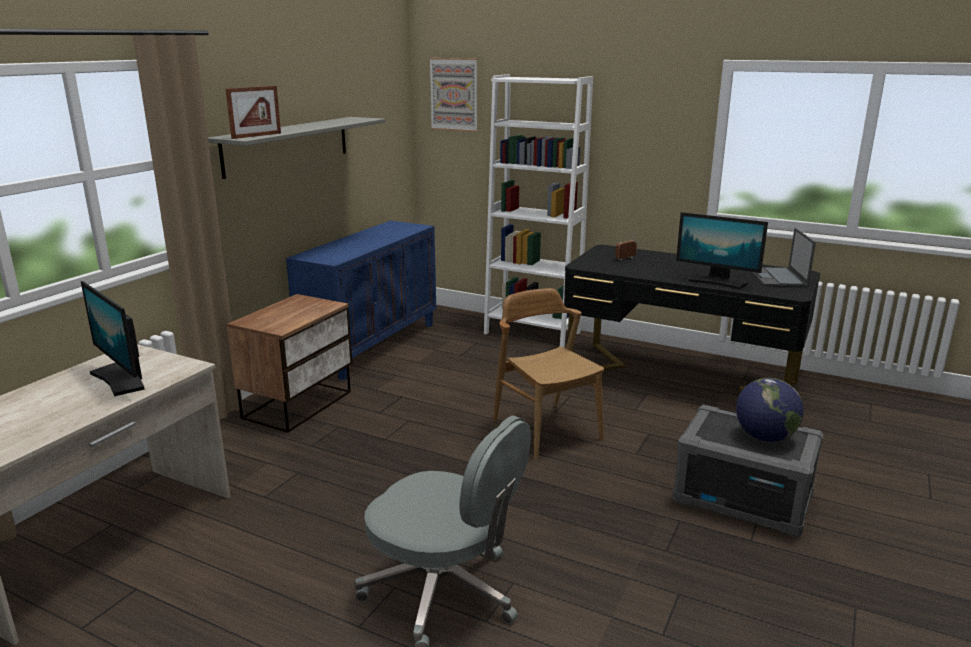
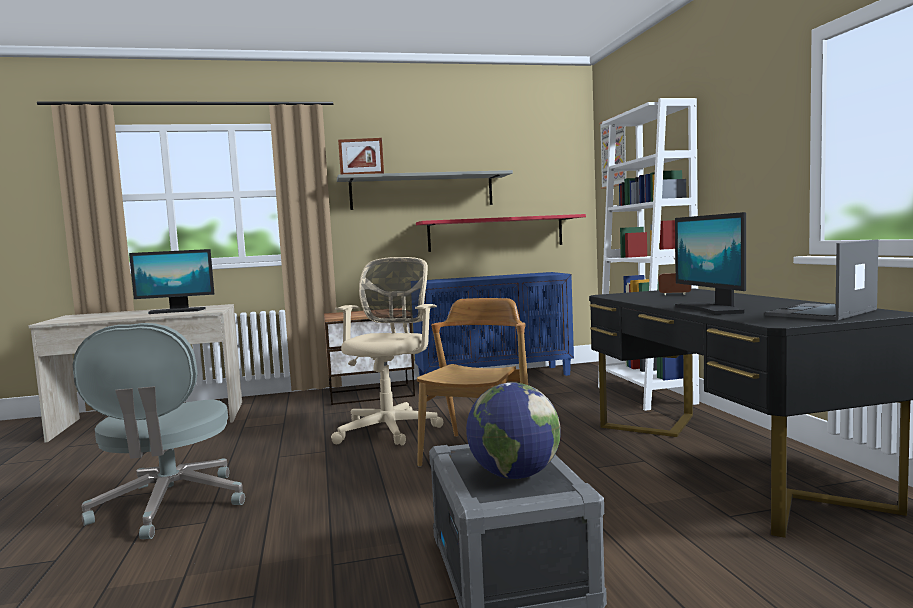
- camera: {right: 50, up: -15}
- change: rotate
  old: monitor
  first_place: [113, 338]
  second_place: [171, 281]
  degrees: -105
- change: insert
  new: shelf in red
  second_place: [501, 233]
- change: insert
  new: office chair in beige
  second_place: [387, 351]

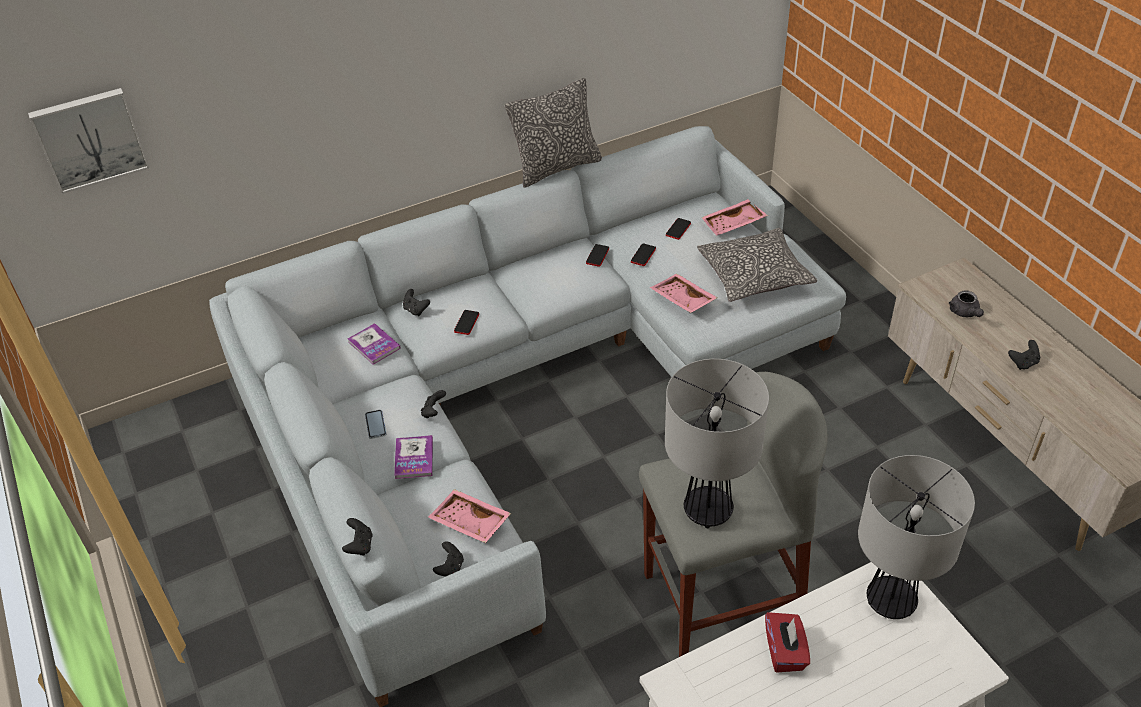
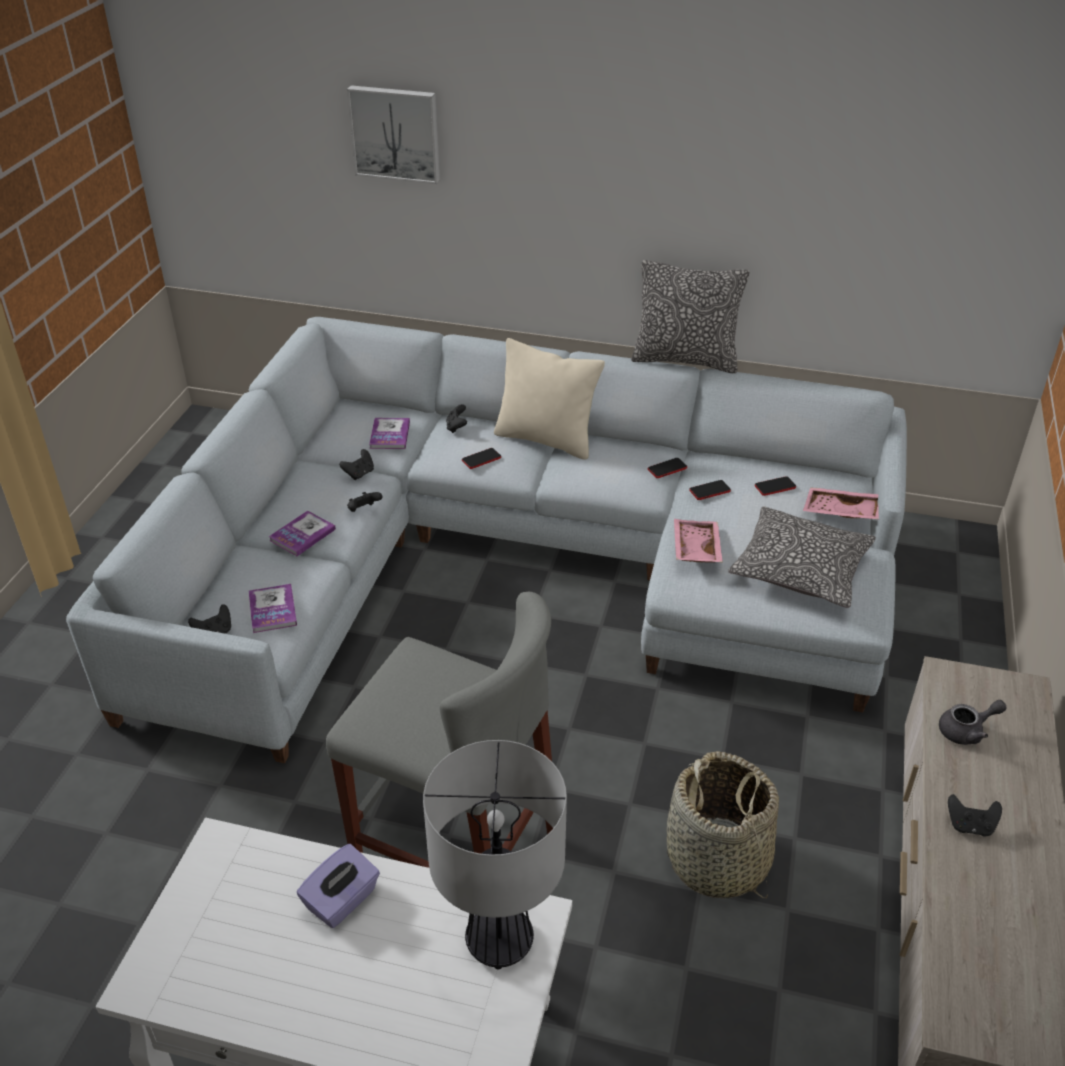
- camera: {right: 40, up: -5}
- change: move
  old: picture
  first_place: [88, 141]
  second_place: [393, 134]
- change: rotate
  old: teapot in grey
  first_place: [966, 304]
  second_place: [973, 722]
  degrees: -135
- change: delete
  old: table lamp
  first_place: [717, 443]
- change: delete
  old: phone
  first_place: [375, 424]
- change: replace
  old: tray in pink
  new: book
  first_place: [469, 516]
  second_place: [273, 608]
- change: move
  old: game controller in black
  first_place: [357, 537]
  second_place: [356, 464]
- change: recolor
  old: tissue box in red
  new: tissue box in purple
  first_place: [787, 642]
  second_place: [338, 886]
- change: insert
  new: pillow in beige
  second_place: [549, 398]
- change: insert
  new: basket
  second_place: [723, 825]

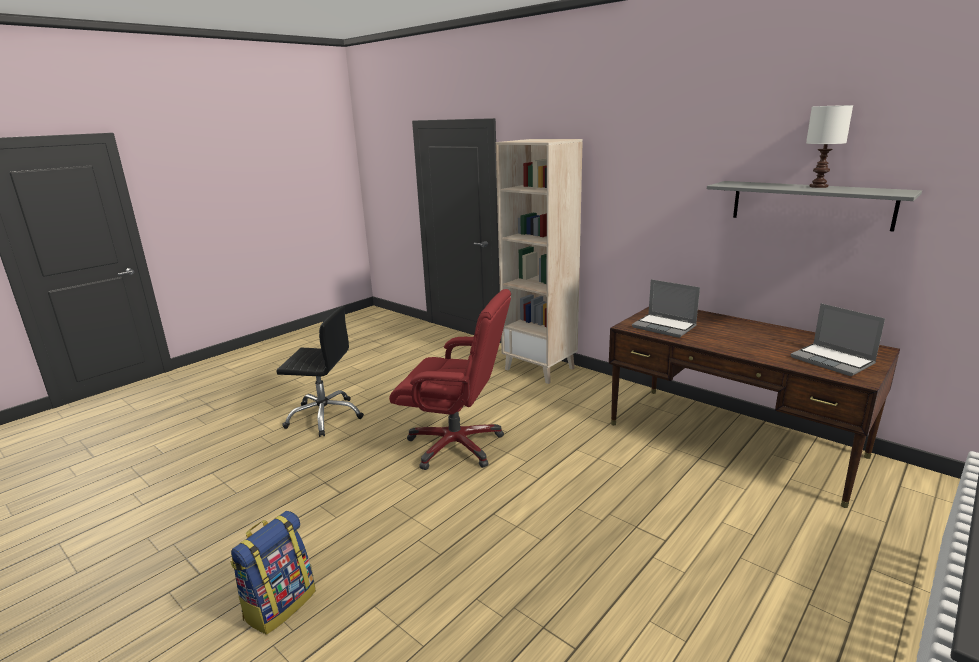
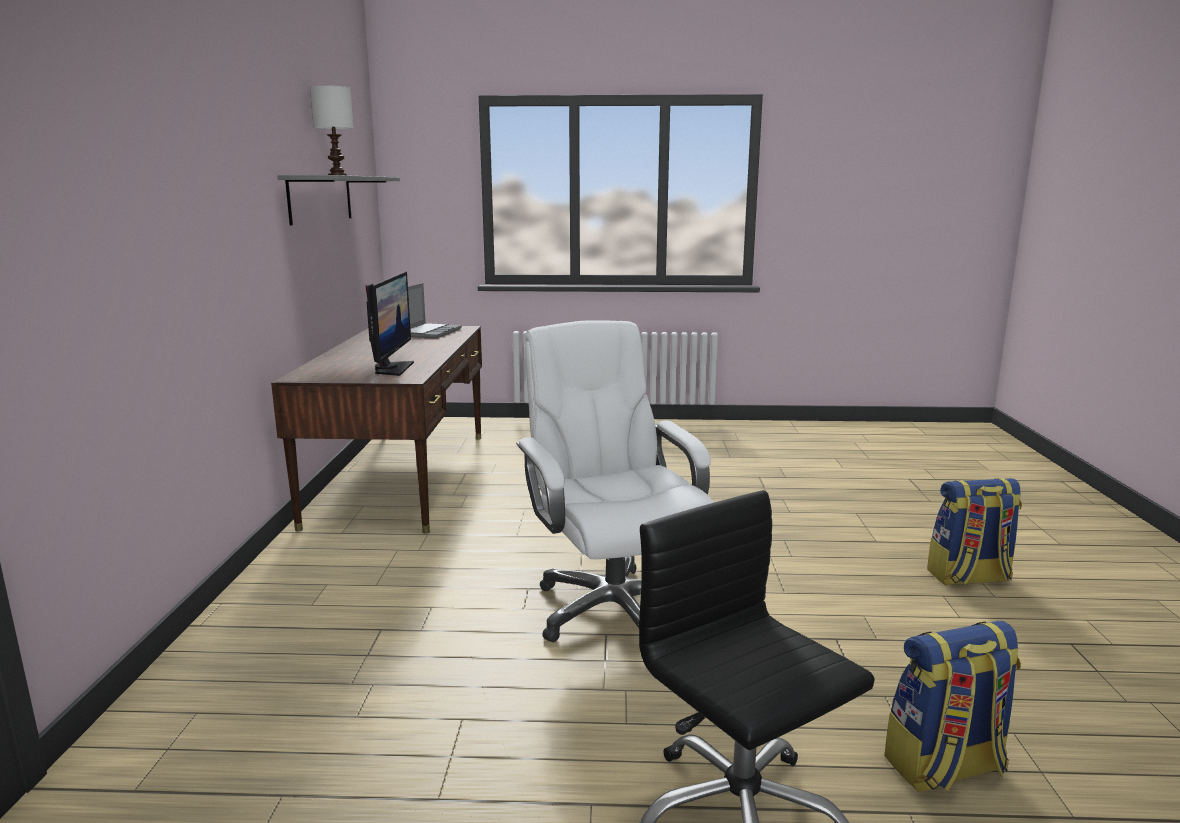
- camera: {right: -130, up: -5}
- change: delete
  old: bookcase in beige
  first_place: [539, 261]
- change: replace
  old: laptop
  new: monitor
  first_place: [666, 308]
  second_place: [389, 324]
- change: recolor
  old: office chair in red
  new: office chair in white
  first_place: [450, 379]
  second_place: [615, 481]
- change: insert
  new: backpack
  second_place: [953, 706]

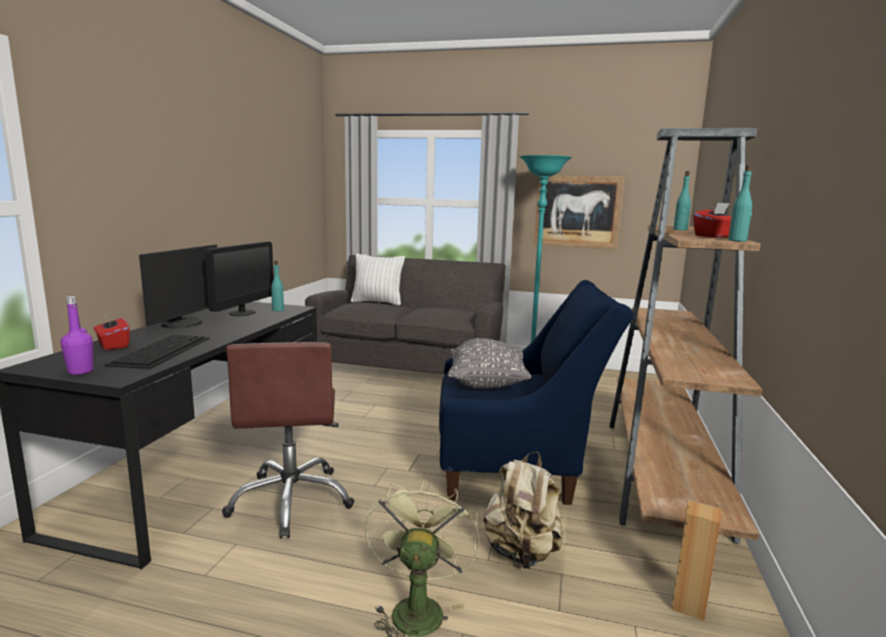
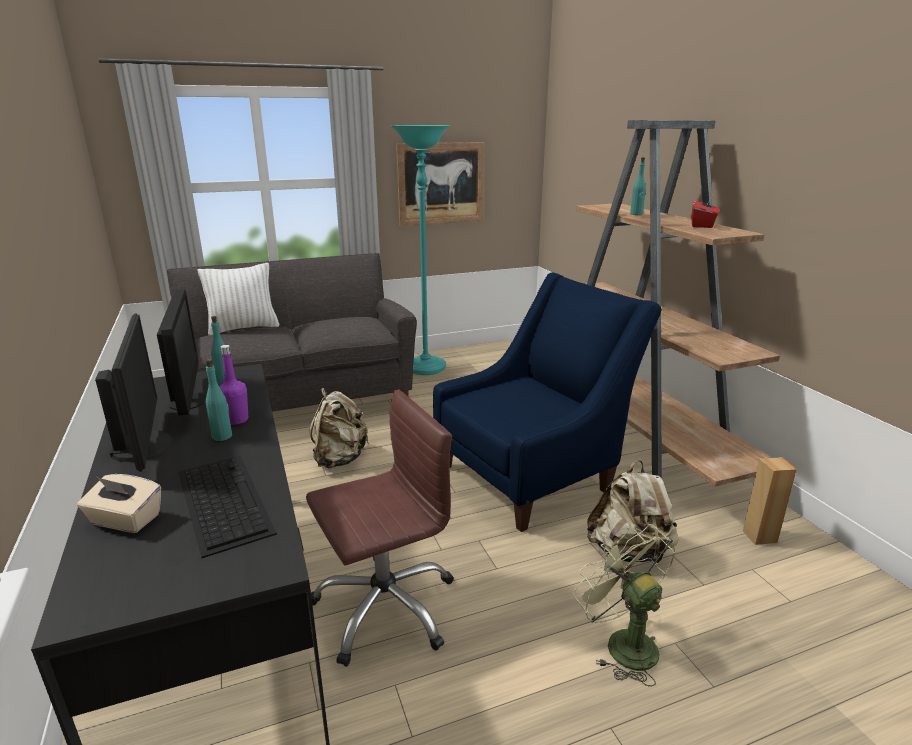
- camera: {right: -35, up: 10}
- change: move
  old: bottle in turquoise
  first_place: [740, 203]
  second_place: [219, 400]
- change: move
  old: bottle in purple
  first_place: [76, 335]
  second_place: [233, 385]
- change: recolor
  old: tissue box in red
  new: tissue box in beige
  first_place: [112, 331]
  second_place: [119, 503]
- change: delete
  old: pillow in grey
  first_place: [489, 363]
- change: rotate
  old: office chair in brown
  first_place: [288, 440]
  second_place: [380, 528]
  degrees: -75
- change: insert
  new: backpack in beige
  second_place: [339, 428]

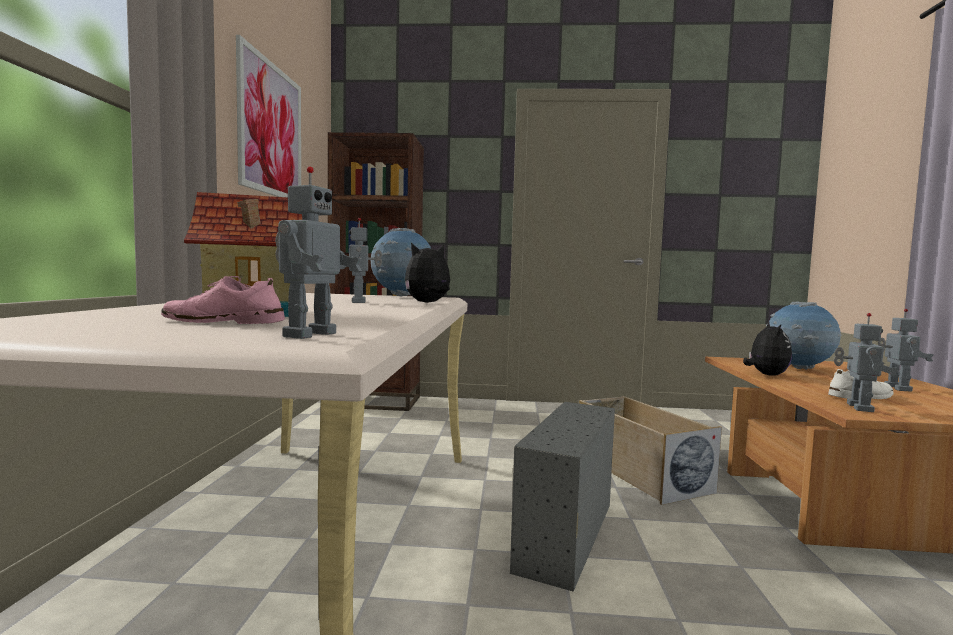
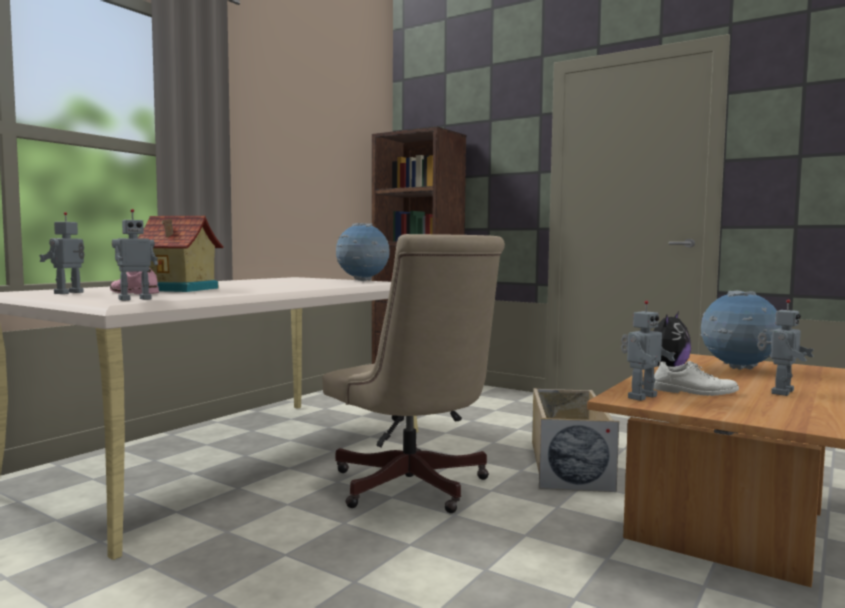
- camera: {right: 30, up: 0}
- change: delete
  old: picture
  first_place: [268, 116]
- change: move
  old: toy robot
  first_place: [361, 260]
  second_place: [62, 253]
- change: delete
  old: plush toy
  first_place: [427, 273]
- change: replace
  old: storage box in grey
  new: office chair in beige
  first_place: [562, 496]
  second_place: [413, 373]

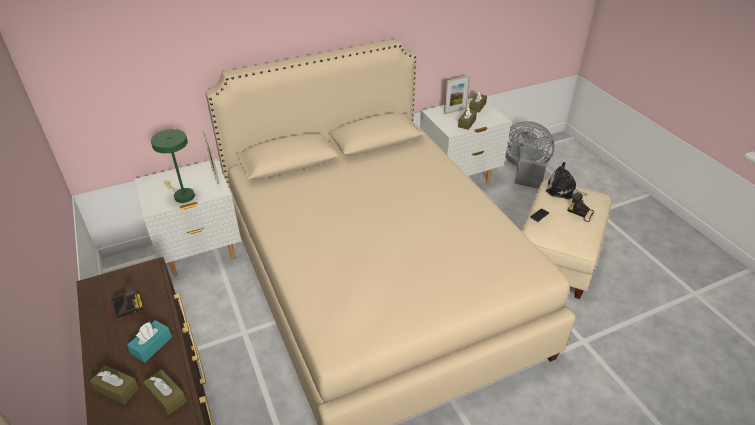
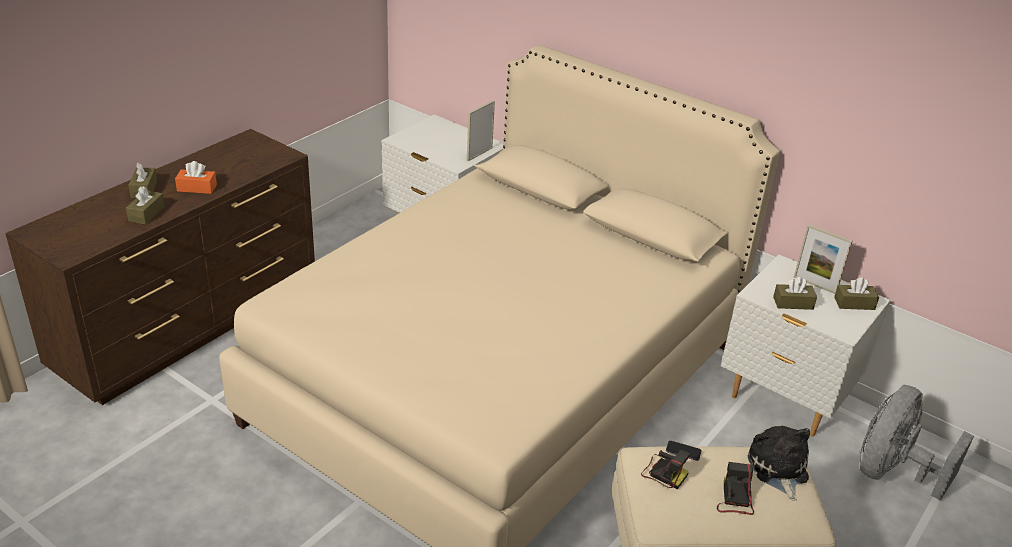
- camera: {right: 60, up: -5}
- change: rotate
  old: fan in grey
  first_place: [529, 155]
  second_place: [917, 443]
  degrees: -135
- change: delete
  old: table lamp in green
  first_place: [173, 166]
- change: move
  old: photo camera
  first_place: [124, 302]
  second_place: [665, 469]
- change: recolor
  old: tissue box in turquoise
  new: tissue box in orange
  first_place: [149, 341]
  second_place: [196, 177]

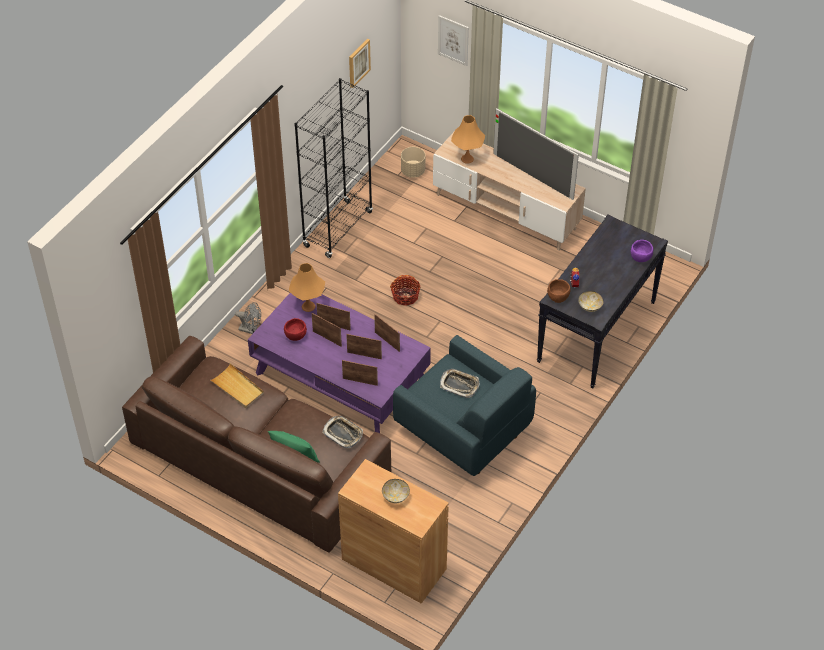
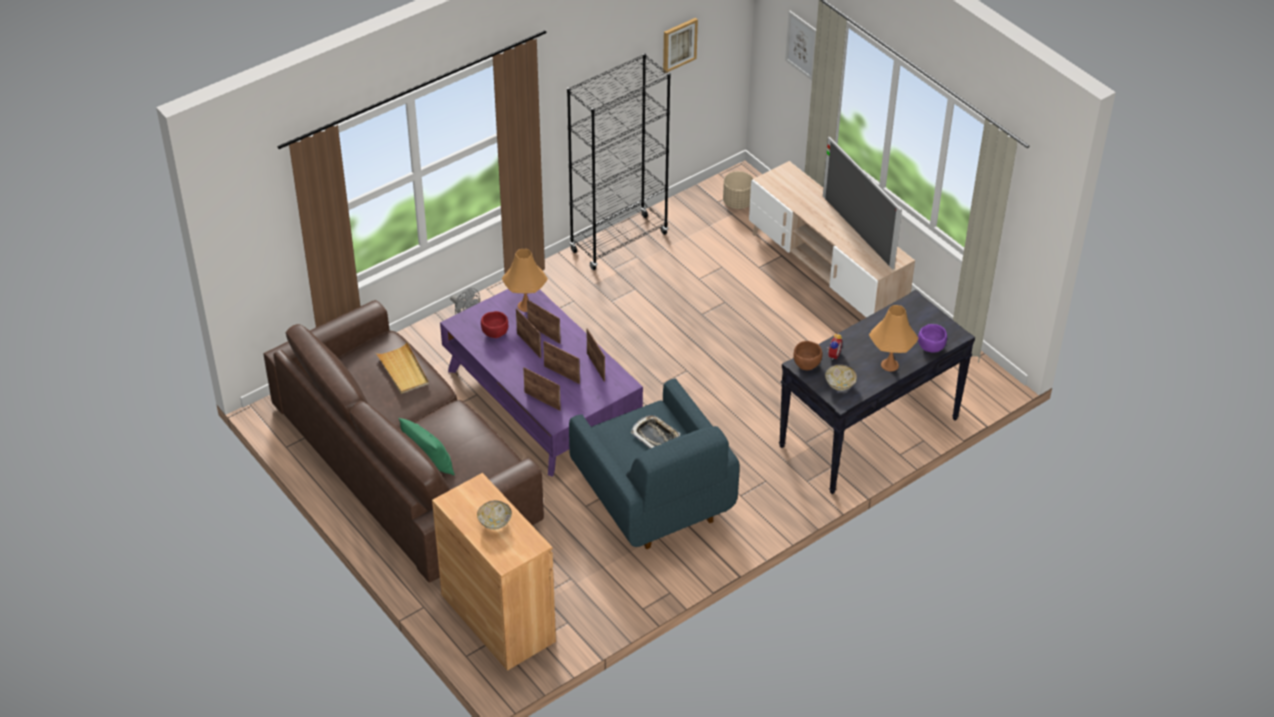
- camera: {right: 20, up: -5}
- change: move
  old: table lamp in orange
  first_place: [468, 139]
  second_place: [894, 338]
- change: delete
  old: basket
  first_place: [405, 290]
- change: delete
  old: tray
  first_place: [342, 432]

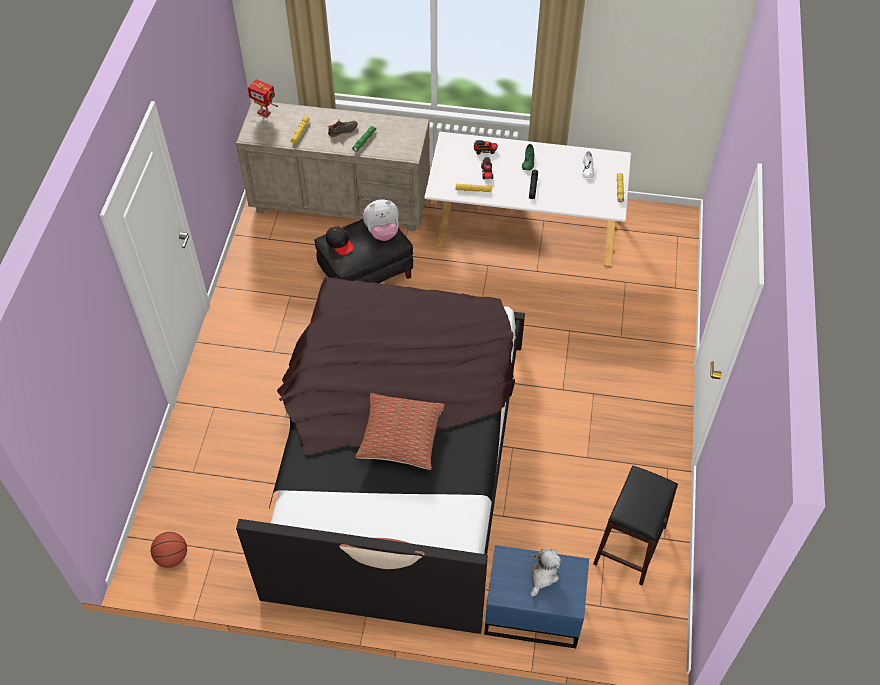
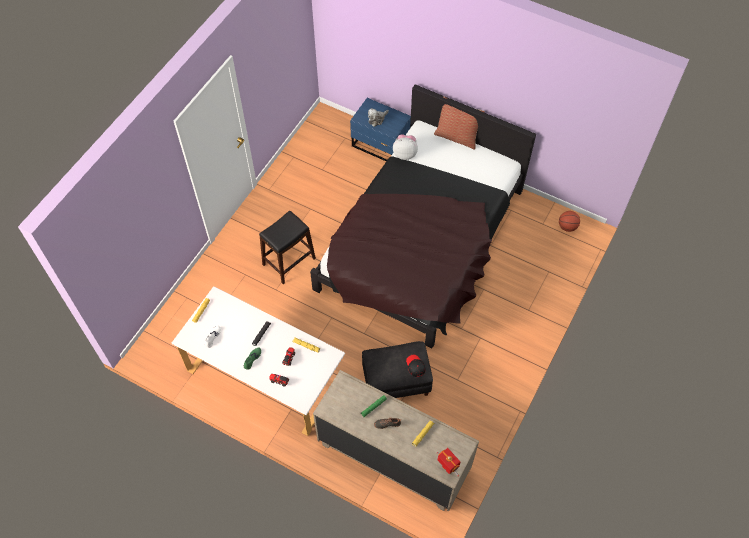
- camera: {right: -160, up: 5}
- change: move
  old: plush toy
  first_place: [381, 220]
  second_place: [405, 147]
- change: delete
  old: pillow
  first_place: [400, 431]
- change: move
  old: stool in black
  first_place: [635, 525]
  second_place: [287, 247]

